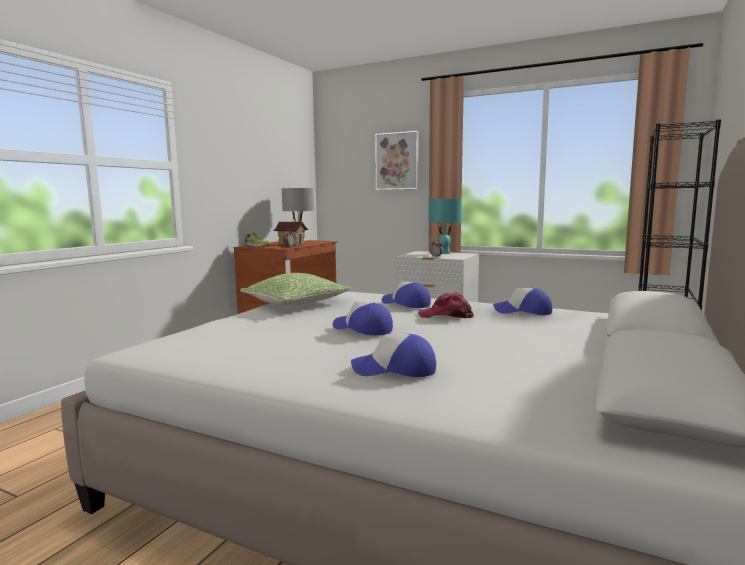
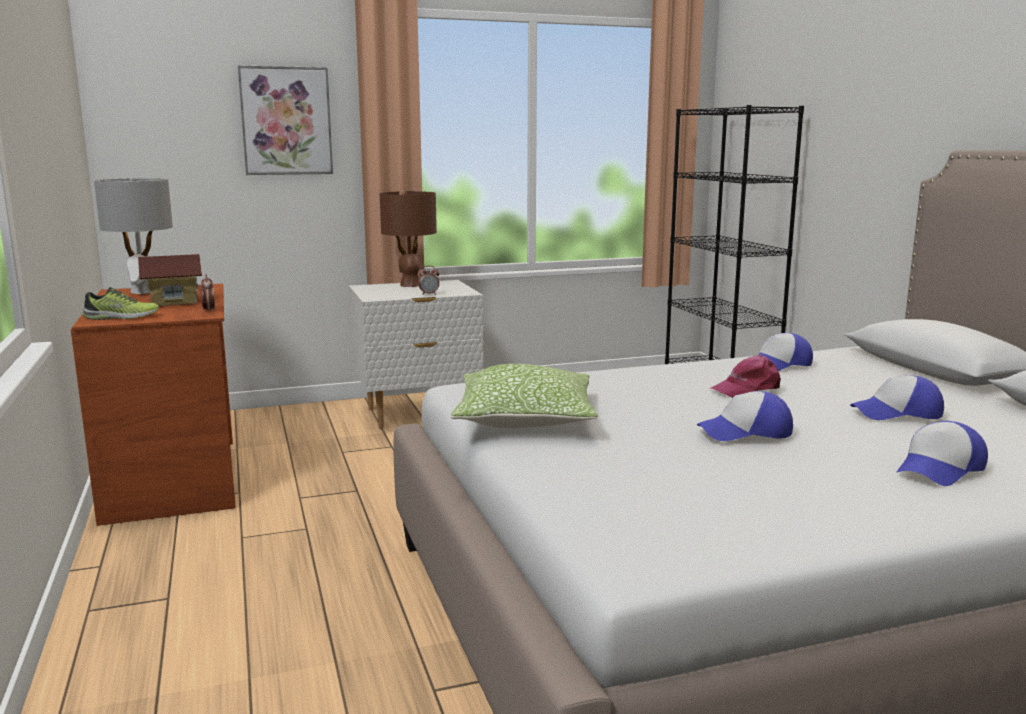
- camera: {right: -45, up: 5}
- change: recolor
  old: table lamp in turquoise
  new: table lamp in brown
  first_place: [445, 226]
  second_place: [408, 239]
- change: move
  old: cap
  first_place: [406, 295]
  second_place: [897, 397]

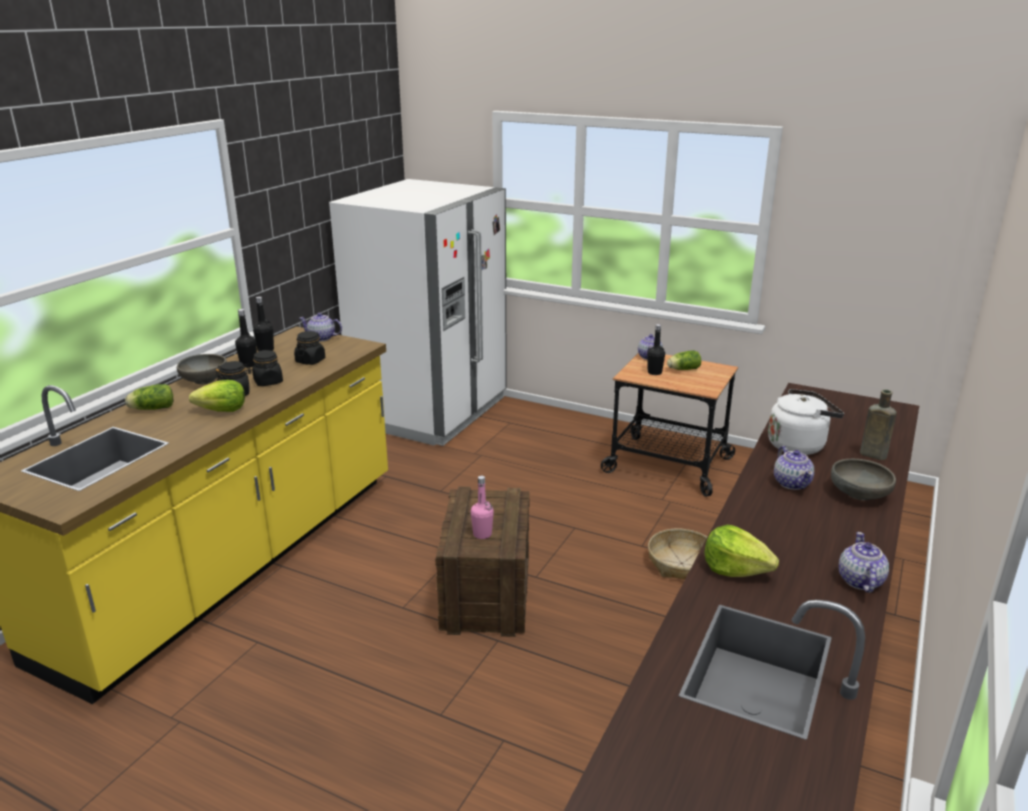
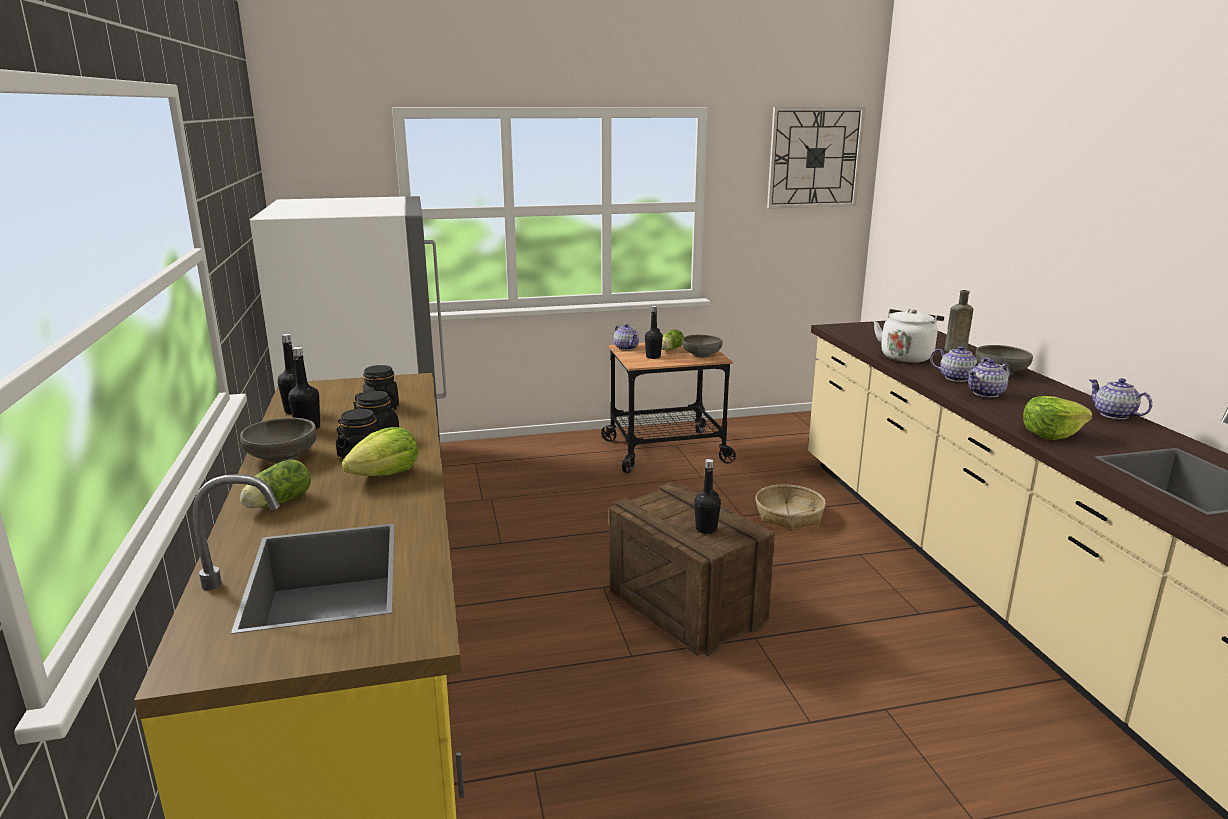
- camera: {right: -40, up: -5}
- change: move
  old: teapot
  first_place: [320, 327]
  second_place: [989, 378]
- change: recolor
  old: bottle in pink
  new: bottle in black
  first_place: [482, 507]
  second_place: [707, 496]
- change: insert
  new: wall clock
  second_place: [816, 158]
- change: insert
  new: bowl in grey
  second_place: [702, 346]

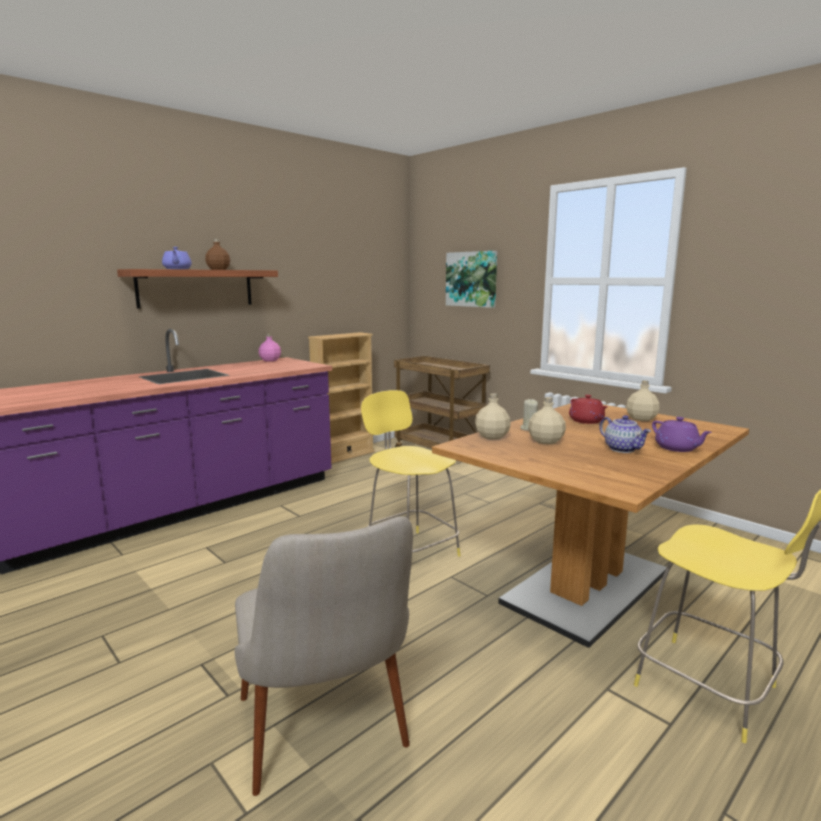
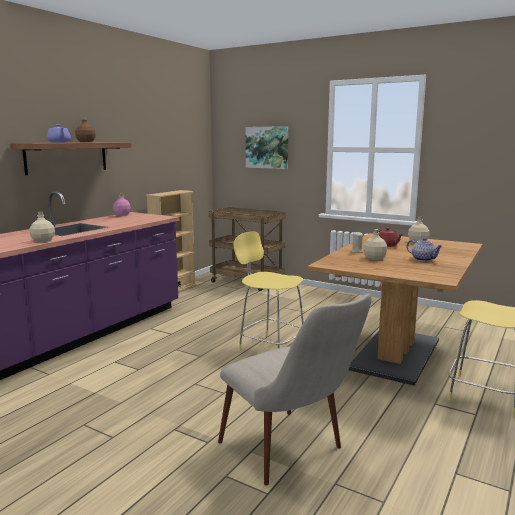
- camera: {right: -15, up: 0}
- change: move
  old: bottle in beige
  first_place: [493, 416]
  second_place: [42, 227]
- change: delete
  old: teapot in purple
  first_place: [682, 434]

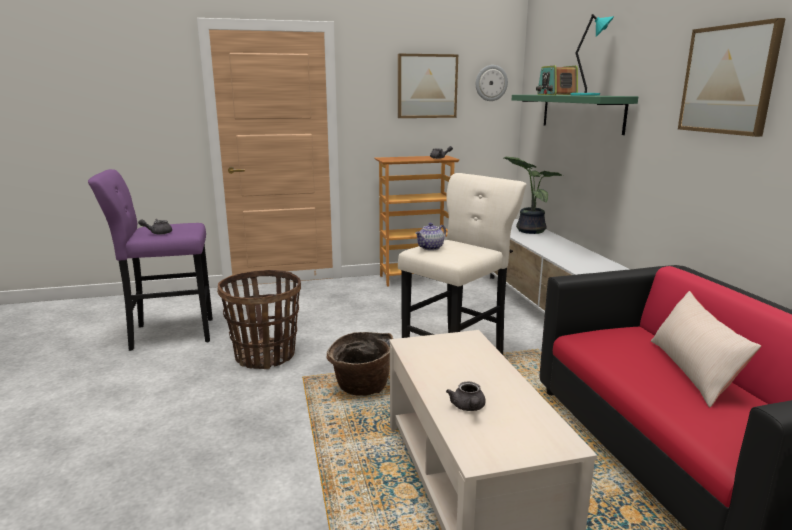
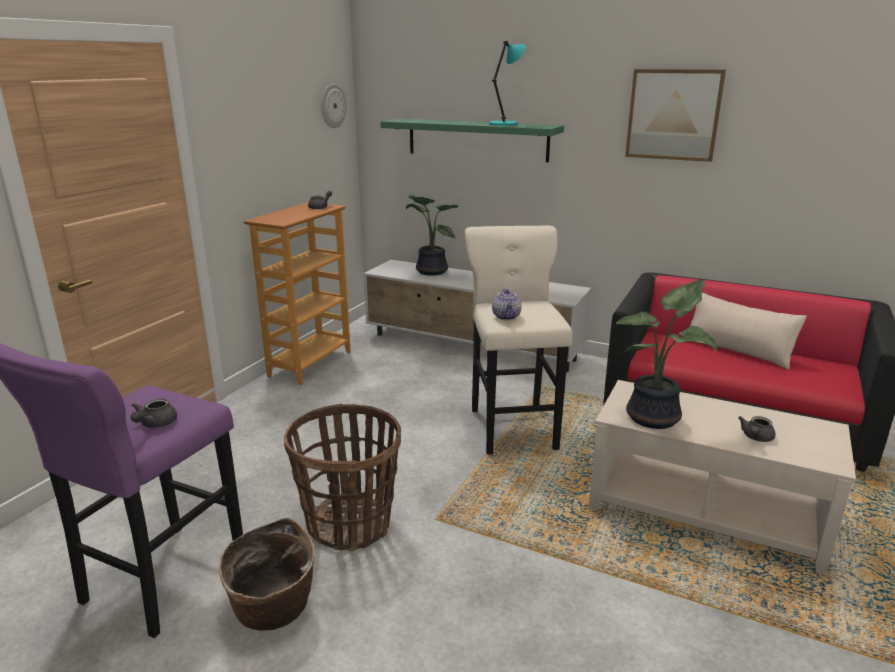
- camera: {right: -50, up: 5}
- change: delete
  old: picture
  first_place: [428, 86]
- change: delete
  old: radio
  first_place: [557, 80]
- change: move
  old: basket
  first_place: [360, 364]
  second_place: [267, 574]
- change: rotate
  old: teapot in grey
  first_place: [466, 396]
  second_place: [757, 429]
  degrees: 90
- change: insert
  new: potted plant
  second_place: [667, 354]

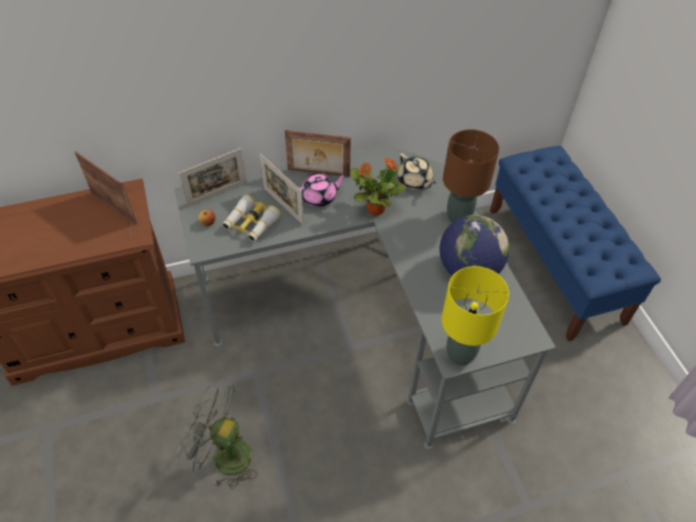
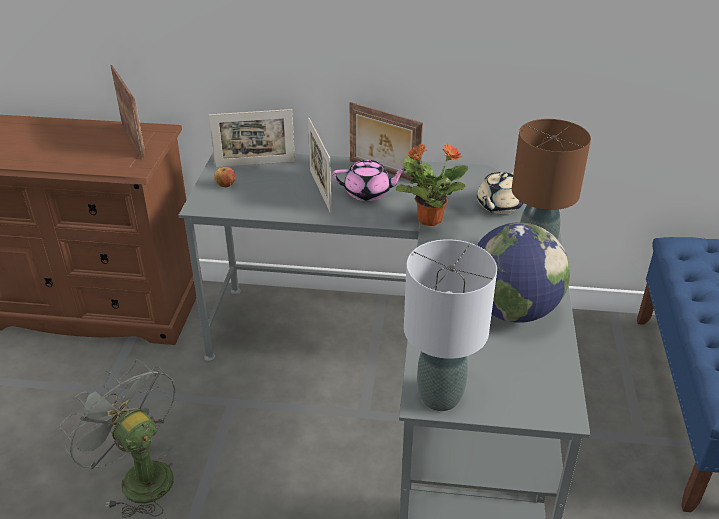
- camera: {right: 25, up: -15}
- change: rotate
  old: teapot in beige
  first_place: [417, 171]
  second_place: [500, 192]
  degrees: 45
- change: delete
  old: binoculars
  first_place: [251, 218]
- change: recolor
  old: table lamp in yellow
  new: table lamp in grey
  first_place: [475, 316]
  second_place: [450, 325]

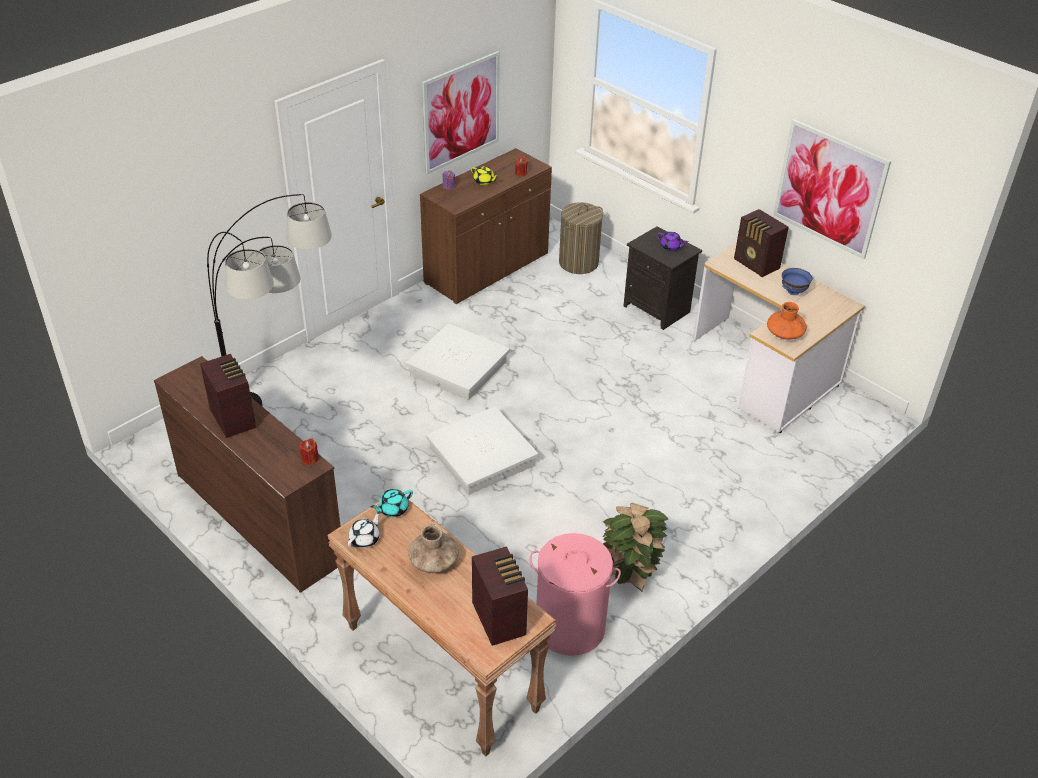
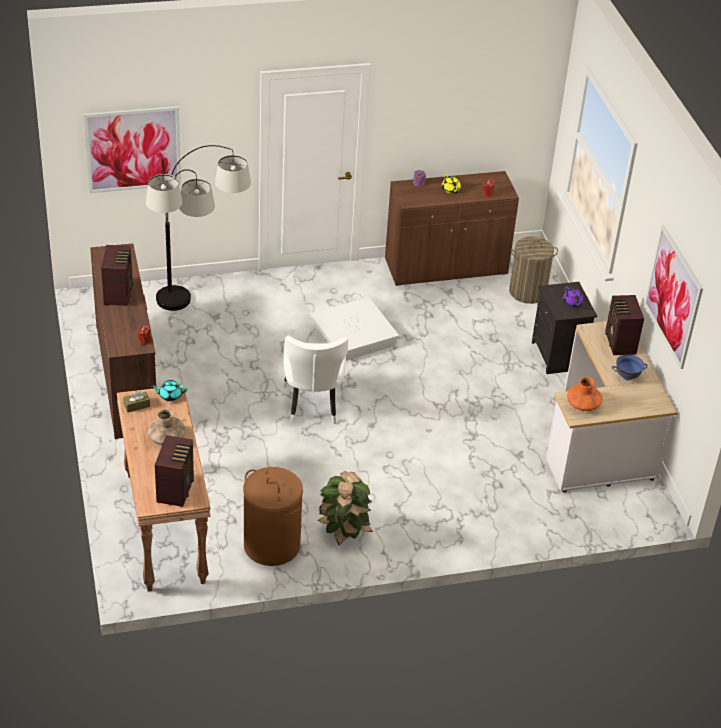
- camera: {right: 30, up: 0}
- change: move
  old: picture
  first_place: [461, 113]
  second_place: [132, 149]
- change: replace
  old: storage box in white
  new: chair in white
  first_place: [482, 450]
  second_place: [315, 380]
- change: replace
  old: teapot in white
  new: tissue box in brown
  first_place: [364, 529]
  second_place: [136, 401]
- change: recolor
  old: laundry basket in pink
  new: laundry basket in brown
  first_place: [575, 594]
  second_place: [273, 516]

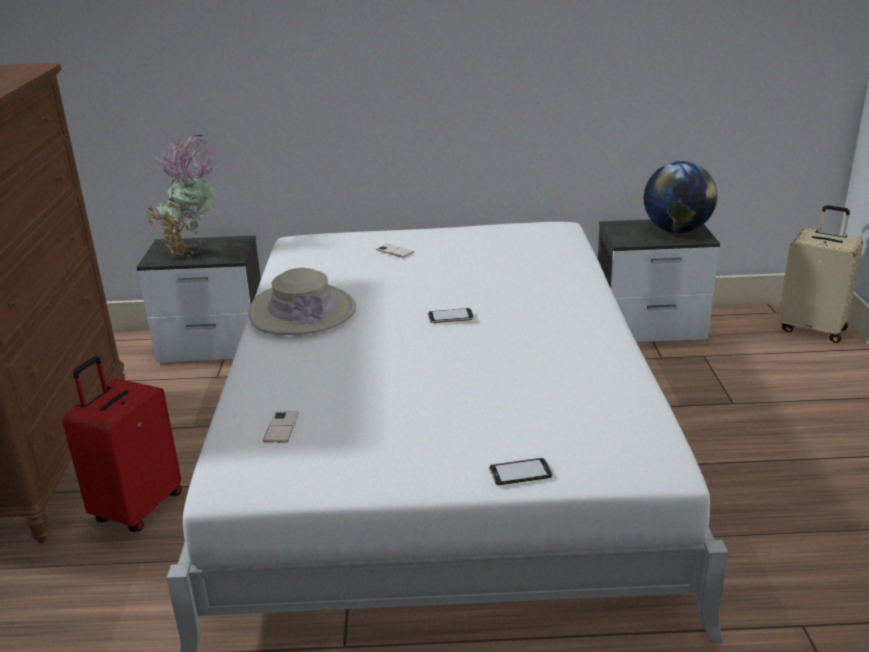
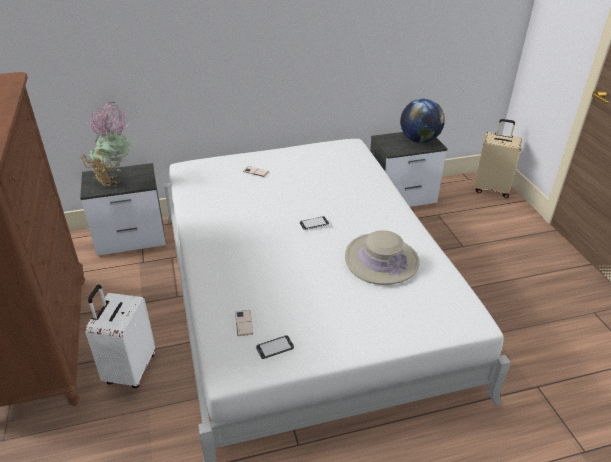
- camera: {right: -15, up: 10}
- change: move
  old: hat in beige
  first_place: [302, 301]
  second_place: [382, 257]
- change: recolor
  old: suitcase in red
  new: suitcase in white
  first_place: [122, 444]
  second_place: [120, 336]
- change: move
  old: phone
  first_place: [520, 471]
  second_place: [275, 347]

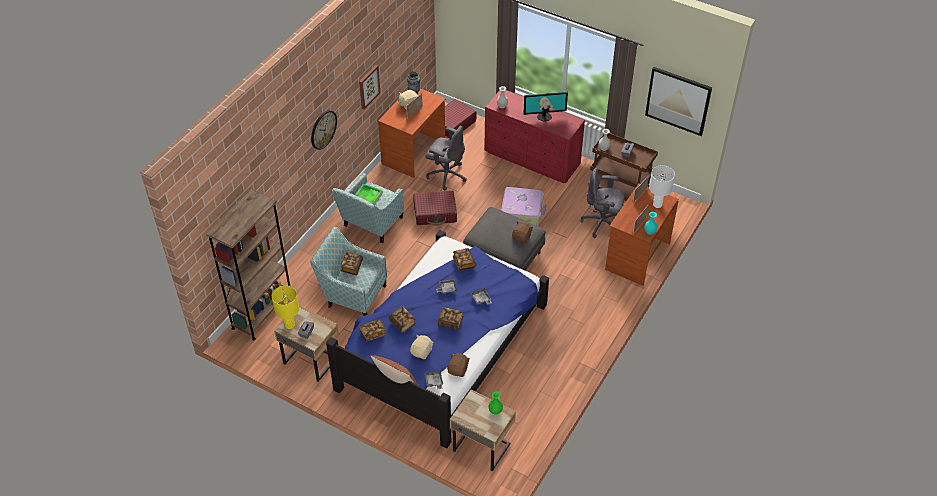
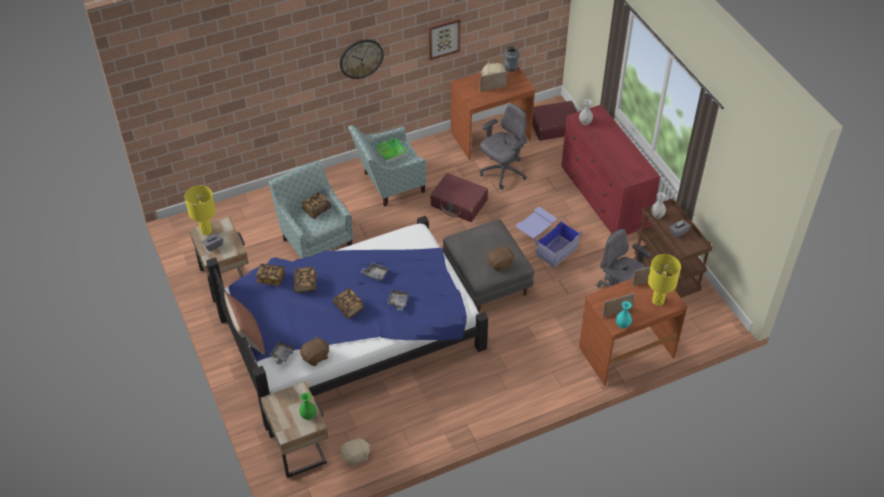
- camera: {right: 35, up: 0}
- change: delete
  old: picture
  first_place: [678, 101]
- change: delete
  old: monitor
  first_place: [545, 107]
- change: rotate
  old: office chair in grey
  first_place: [446, 158]
  second_place: [503, 146]
  degrees: -105
- change: recolor
  old: table lamp in white
  new: table lamp in yellow
  first_place: [662, 186]
  second_place: [664, 280]
- change: replace
  old: suitcase
  new: storage box in blue
  first_place: [523, 206]
  second_place: [548, 237]
- change: delete
  old: bookcase in brown
  first_place: [248, 265]
- change: delete
  old: book
  first_place: [464, 259]
- change: move
  old: plush toy in beige
  first_place: [422, 346]
  second_place: [356, 450]

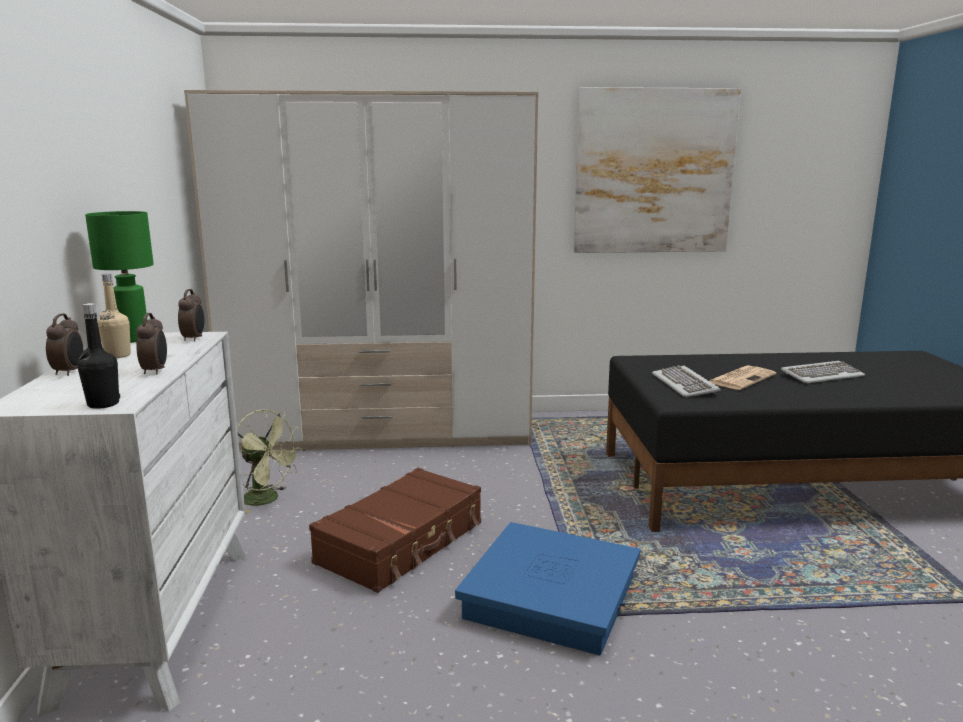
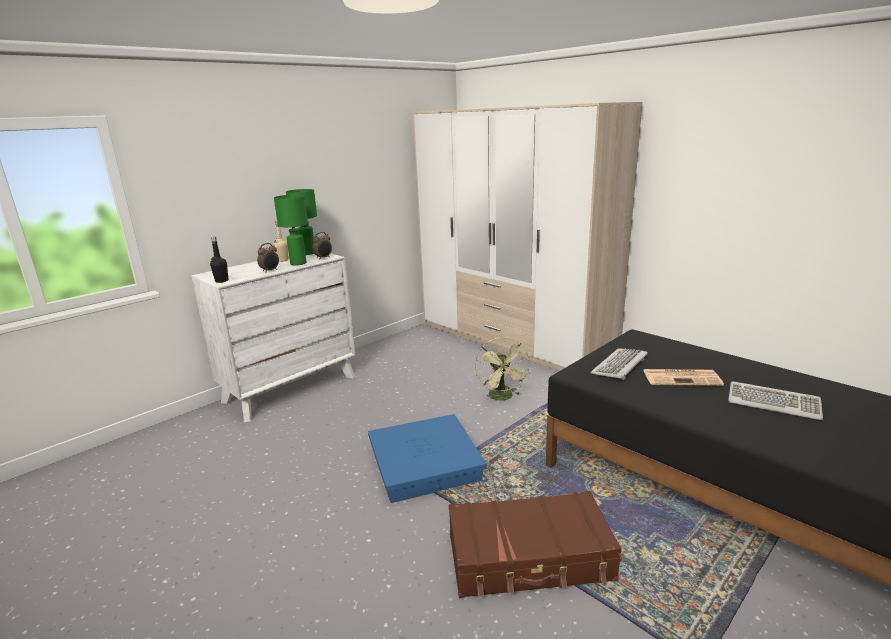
- camera: {right: 50, up: 5}
- change: delete
  old: picture
  first_place: [657, 170]
- change: delete
  old: alarm clock
  first_place: [64, 344]
- change: move
  old: fan in green
  first_place: [270, 461]
  second_place: [502, 369]
- change: move
  old: suitcase in brown
  first_place: [395, 530]
  second_place: [535, 544]
- change: insert
  new: table lamp in green
  second_place: [291, 230]

